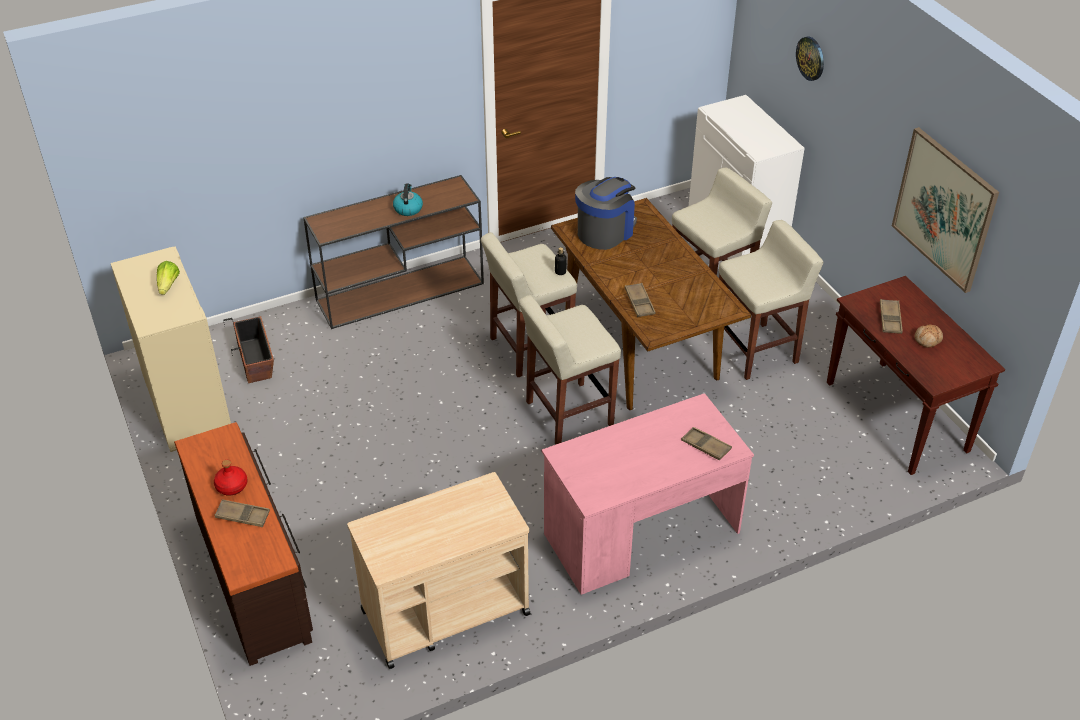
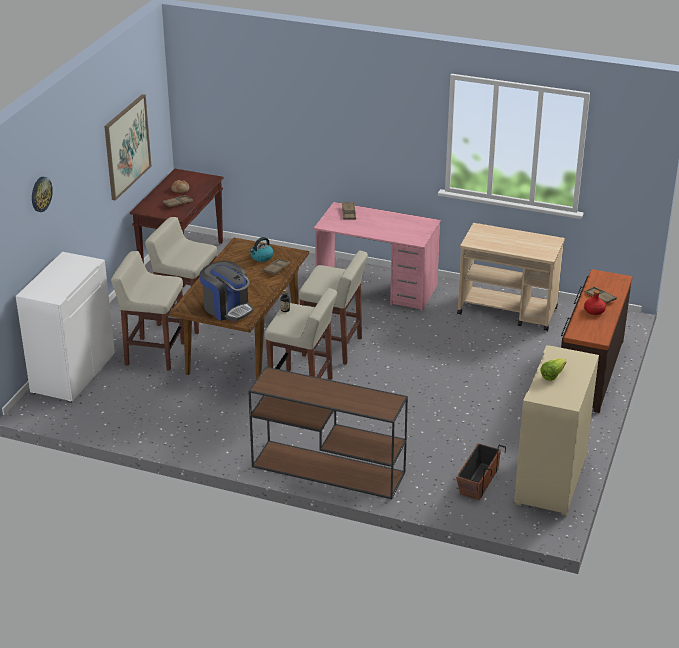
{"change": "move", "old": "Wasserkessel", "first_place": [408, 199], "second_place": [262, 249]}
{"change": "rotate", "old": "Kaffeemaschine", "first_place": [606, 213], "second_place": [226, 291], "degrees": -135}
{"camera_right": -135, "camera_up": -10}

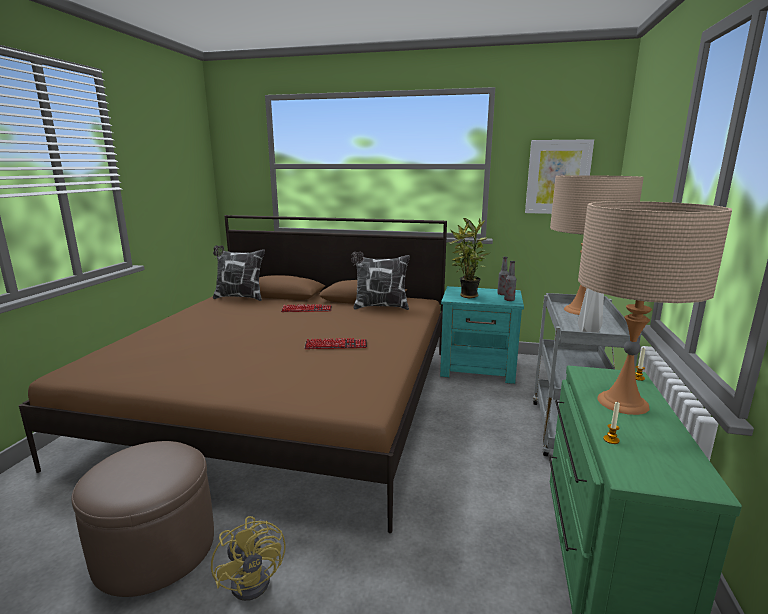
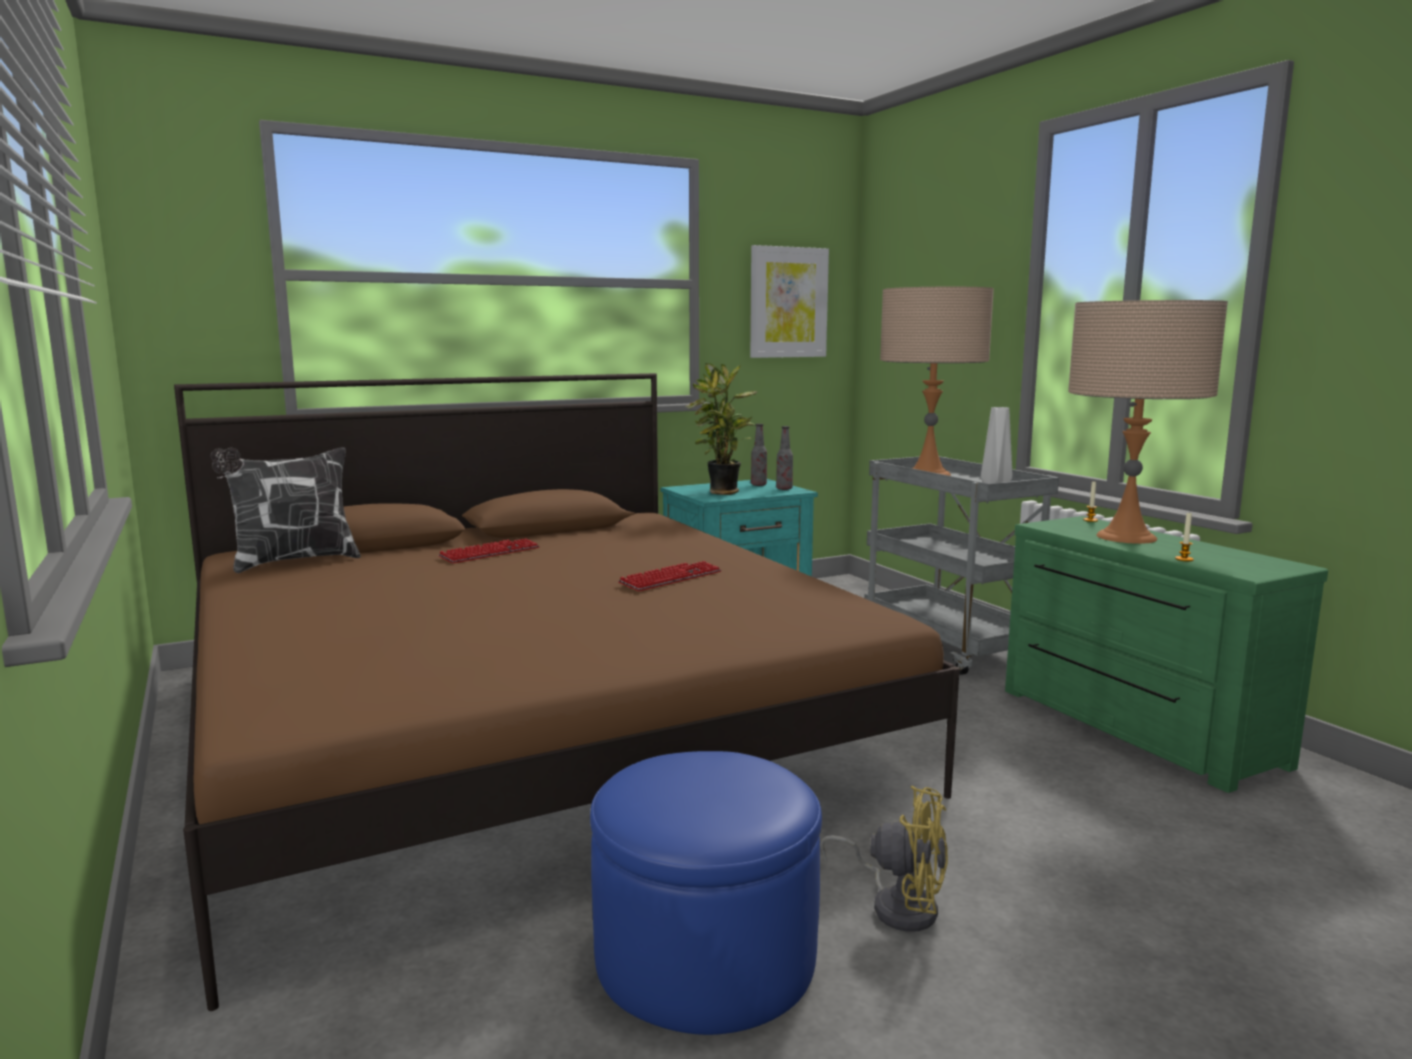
{"change": "delete", "old": "Kissen", "first_place": [380, 281]}
{"change": "recolor", "old": "Polsterhocker/braun", "new": "Polsterhocker/blau", "first_place": [142, 519], "second_place": [706, 893]}
{"camera_right": -40, "camera_up": -5}

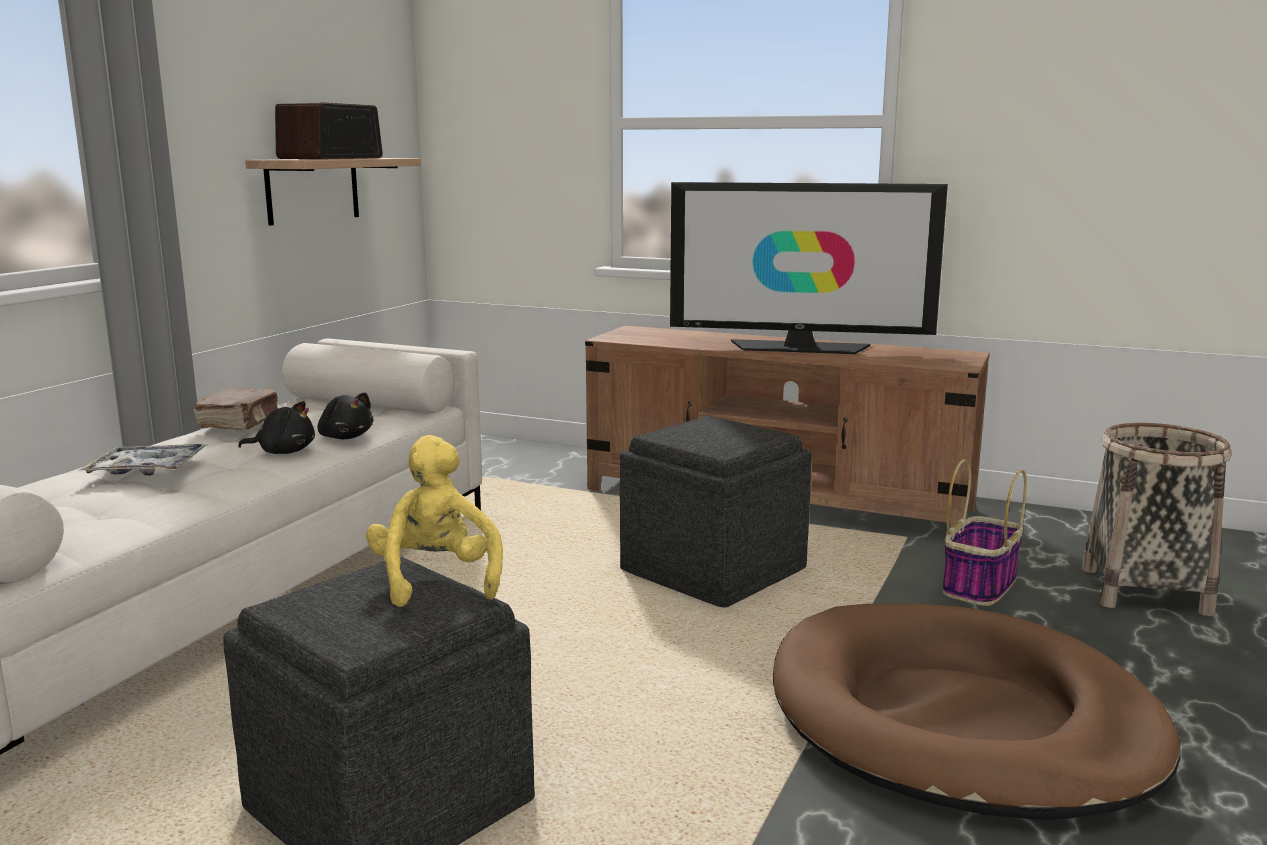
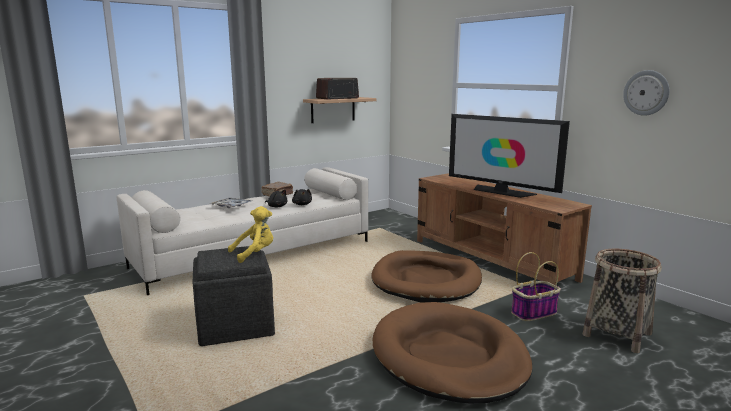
{"change": "insert", "new": "Wanduhr", "second_place": [646, 93]}
{"change": "replace", "old": "Polsterhocker/grau", "new": "Hundebett/braun", "first_place": [716, 511], "second_place": [426, 276]}
{"change": "rotate", "old": "Plüschtier/gelb", "first_place": [434, 521], "second_place": [250, 234], "degrees": 45}
{"camera_right": 30, "camera_up": 0}

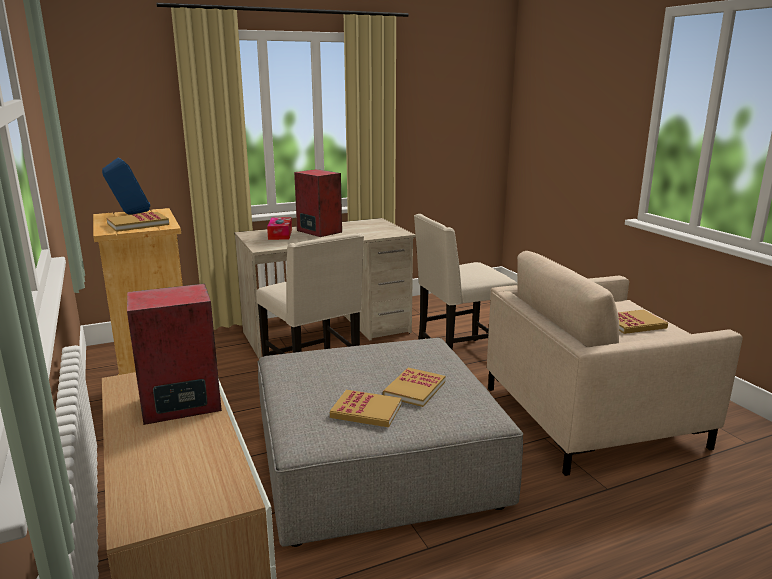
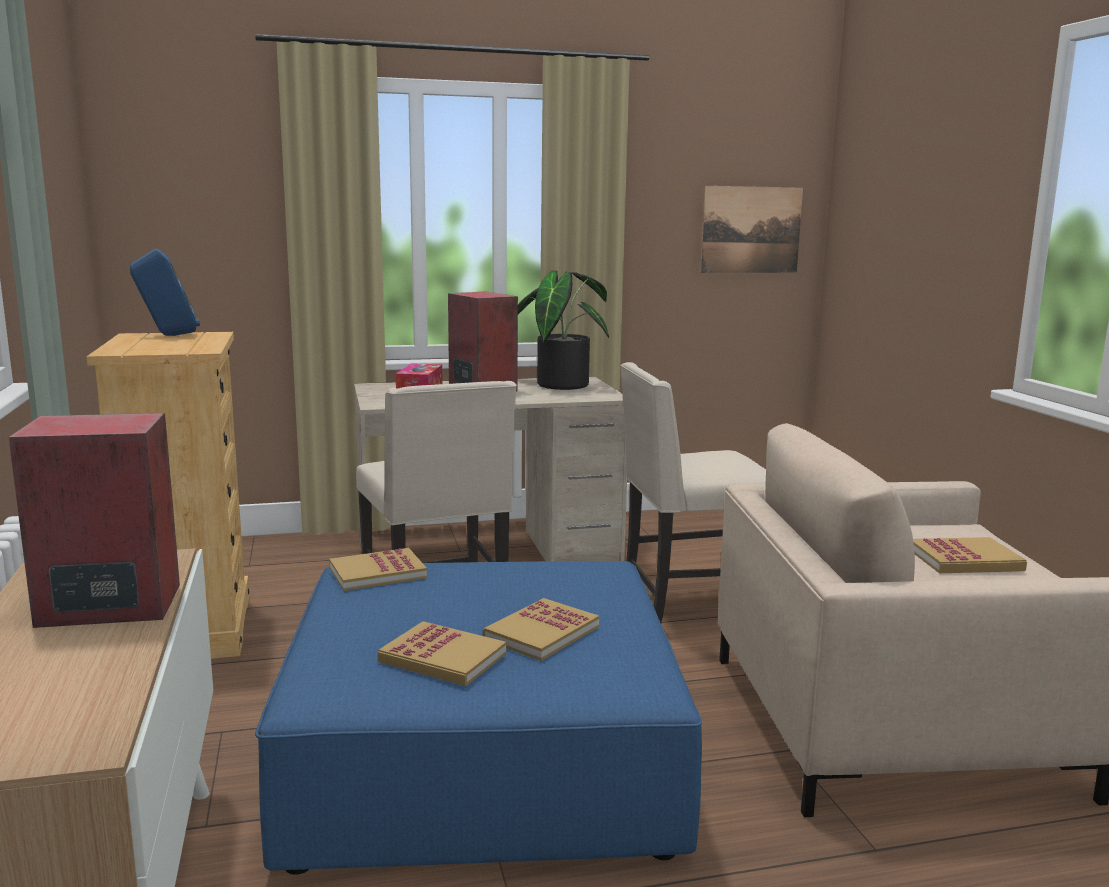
{"change": "insert", "new": "Topfpflanze", "second_place": [563, 330]}
{"change": "insert", "new": "Bild", "second_place": [751, 229]}
{"change": "move", "old": "Buch", "first_place": [138, 222], "second_place": [378, 569]}
{"change": "recolor", "old": "Polsterhocker/grau", "new": "Polsterhocker/blau", "first_place": [390, 442], "second_place": [478, 718]}
{"camera_right": 10, "camera_up": -5}

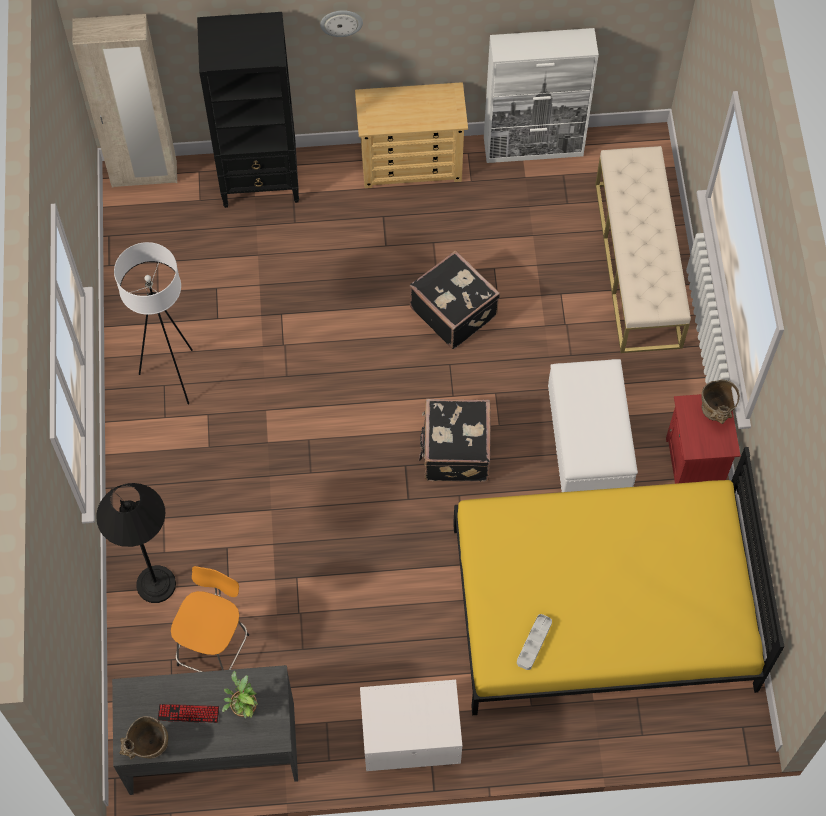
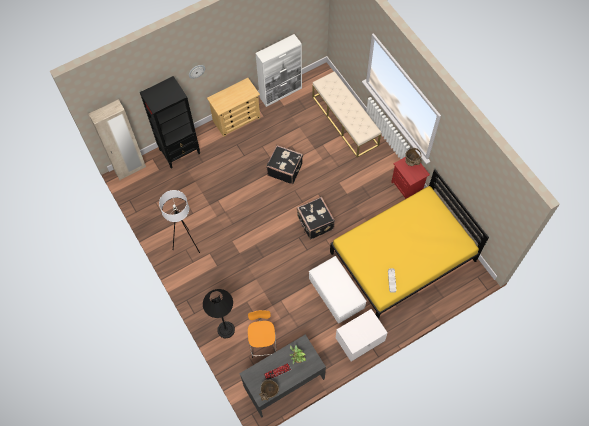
{"change": "move", "old": "Polsterhocker/weiß", "first_place": [593, 425], "second_place": [338, 289]}
{"camera_right": -25, "camera_up": 0}

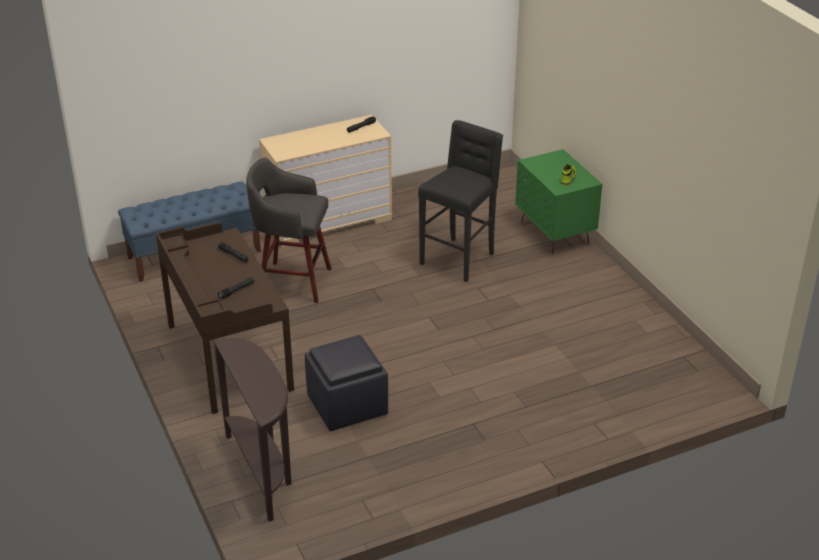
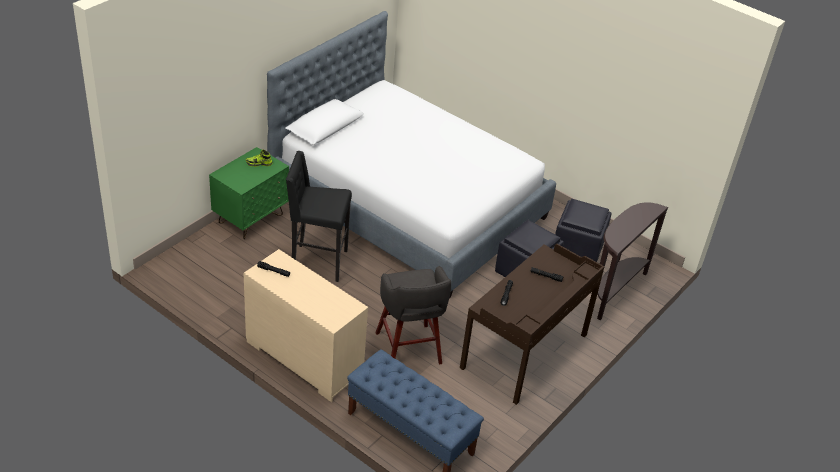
{"change": "insert", "new": "Bett", "second_place": [411, 154]}
{"change": "insert", "new": "Polsterhocker/schwarz", "second_place": [583, 230]}
{"camera_right": -120, "camera_up": 5}

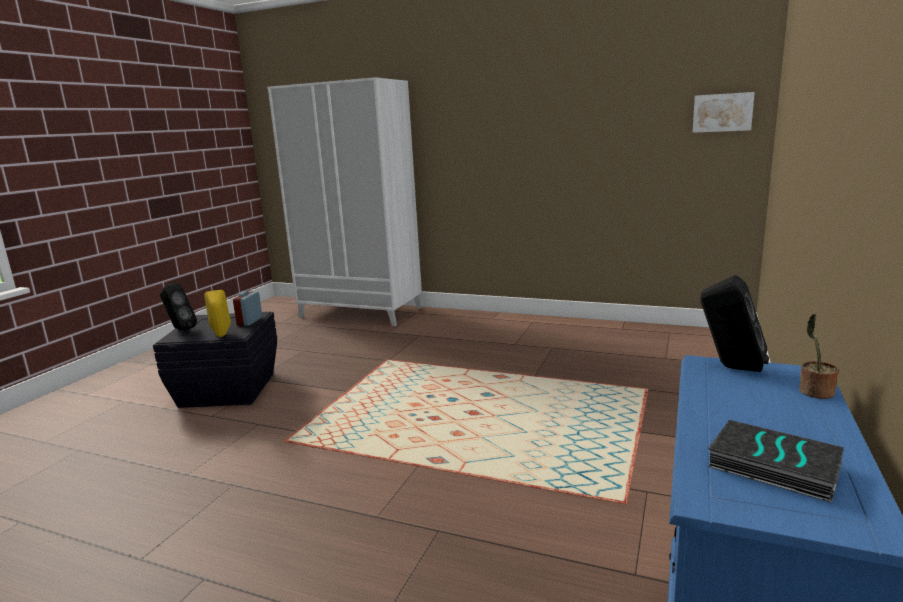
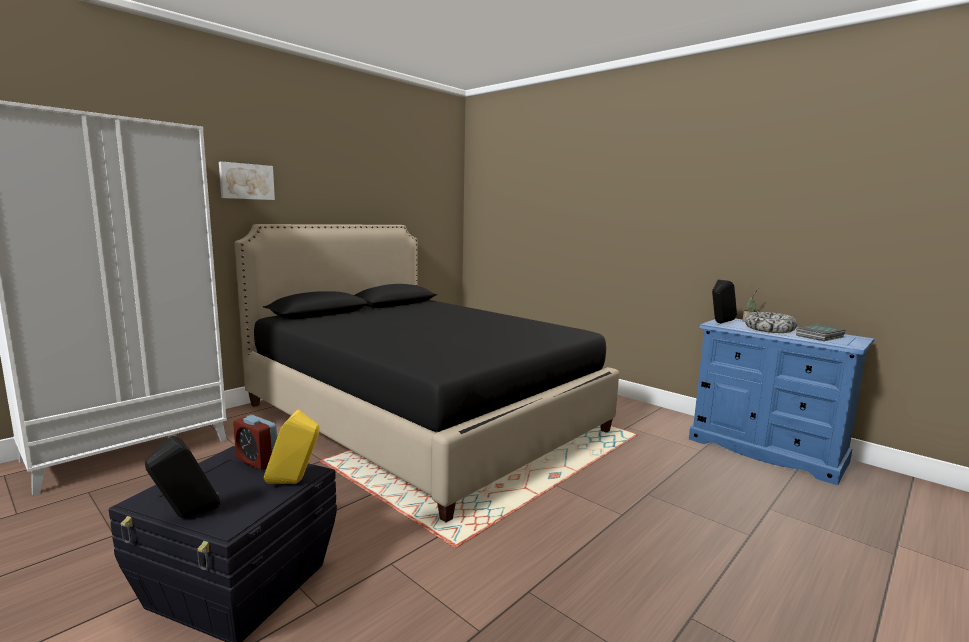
{"change": "insert", "new": "Bett/schwarz", "second_place": [427, 373]}
{"change": "insert", "new": "Schüssel", "second_place": [771, 322]}
{"change": "move", "old": "Bild", "first_place": [723, 112], "second_place": [247, 180]}
{"camera_right": -70, "camera_up": -5}

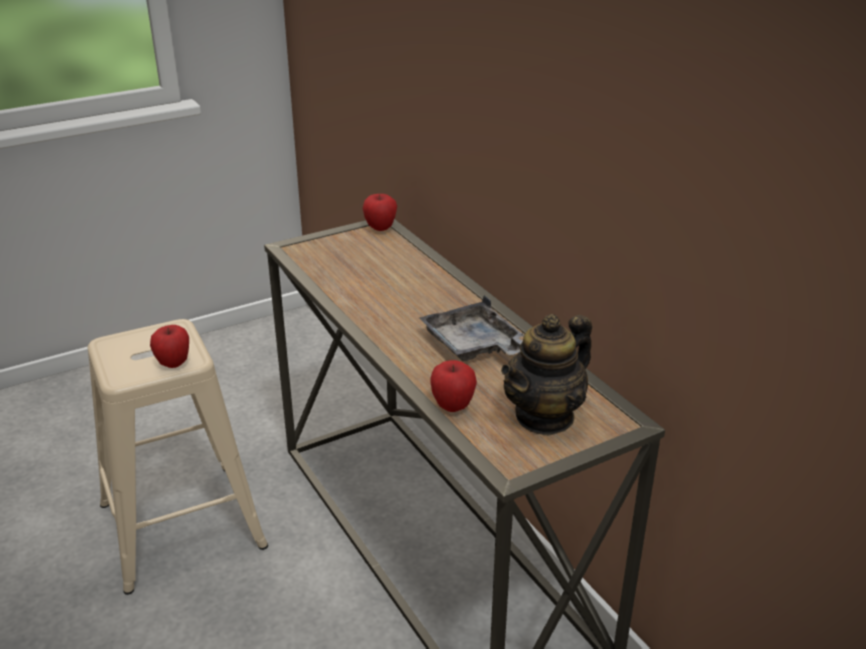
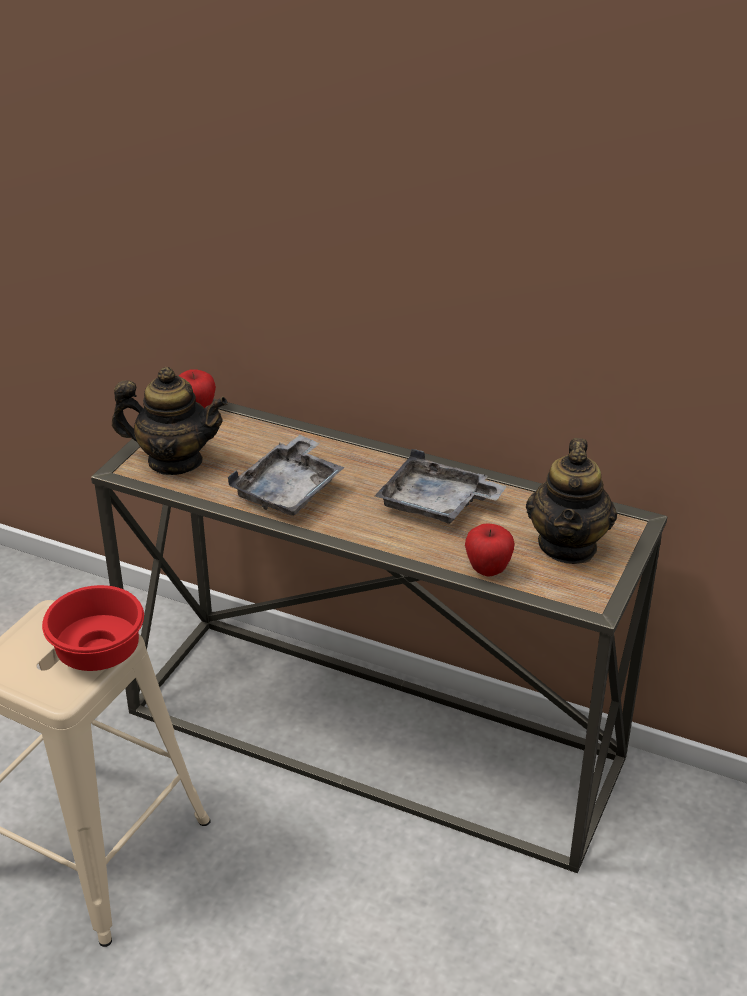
{"change": "insert", "new": "Teekanne", "second_place": [170, 421]}
{"change": "insert", "new": "Tablett/grau", "second_place": [286, 475]}
{"change": "replace", "old": "Apfel", "new": "Schüssel/rot", "first_place": [169, 346], "second_place": [93, 628]}
{"camera_right": -35, "camera_up": 5}

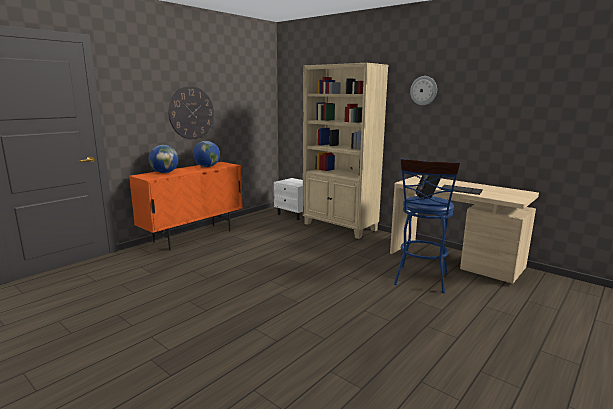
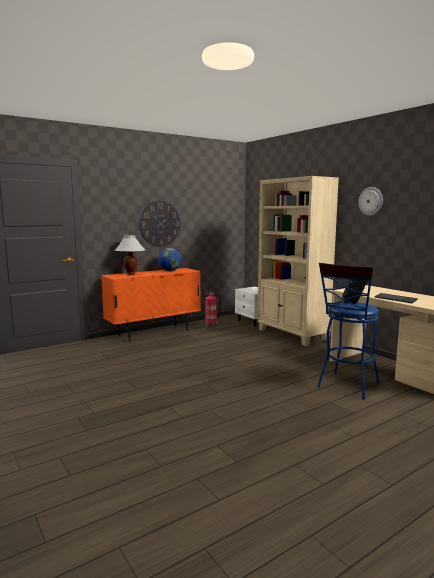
{"change": "insert", "new": "Feuerlöscher", "second_place": [212, 309]}
{"change": "replace", "old": "Globus", "new": "Tischlampe/weiß", "first_place": [164, 159], "second_place": [130, 254]}
{"camera_right": 15, "camera_up": -5}

